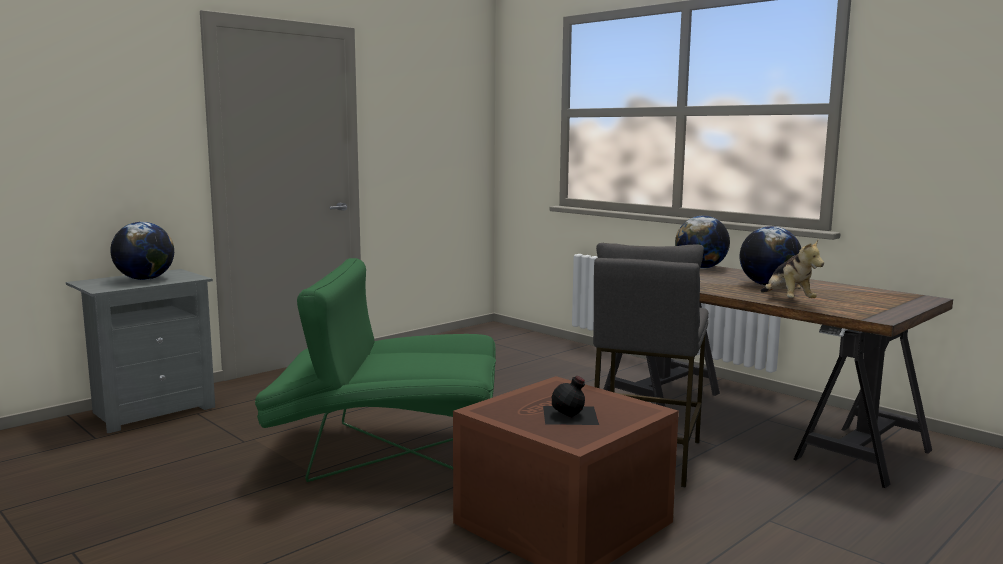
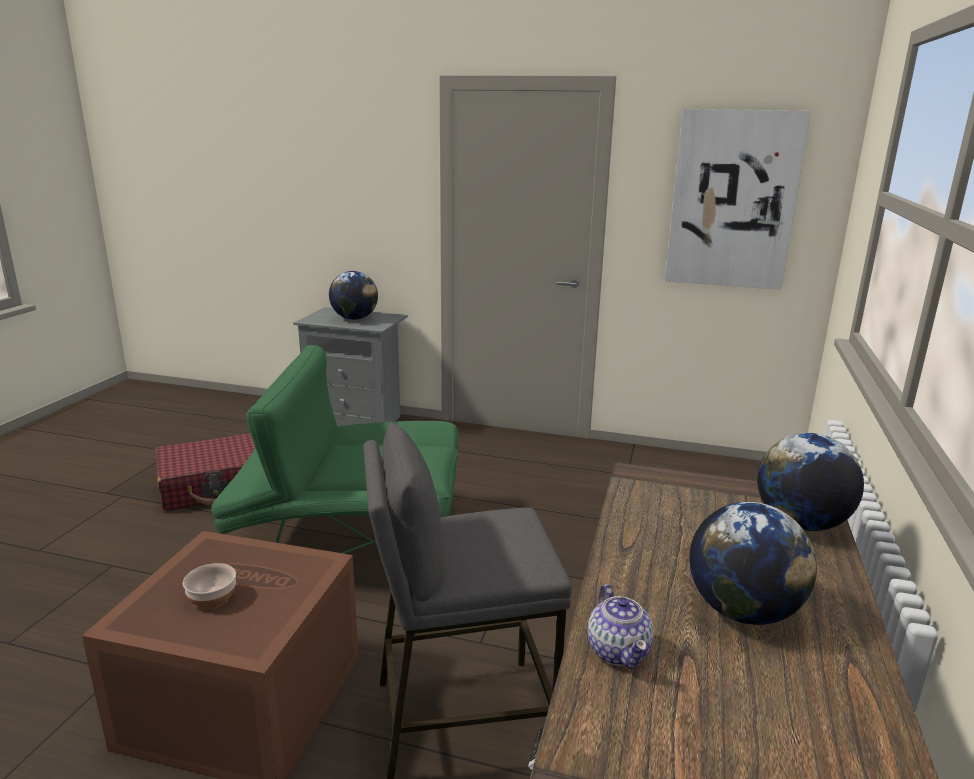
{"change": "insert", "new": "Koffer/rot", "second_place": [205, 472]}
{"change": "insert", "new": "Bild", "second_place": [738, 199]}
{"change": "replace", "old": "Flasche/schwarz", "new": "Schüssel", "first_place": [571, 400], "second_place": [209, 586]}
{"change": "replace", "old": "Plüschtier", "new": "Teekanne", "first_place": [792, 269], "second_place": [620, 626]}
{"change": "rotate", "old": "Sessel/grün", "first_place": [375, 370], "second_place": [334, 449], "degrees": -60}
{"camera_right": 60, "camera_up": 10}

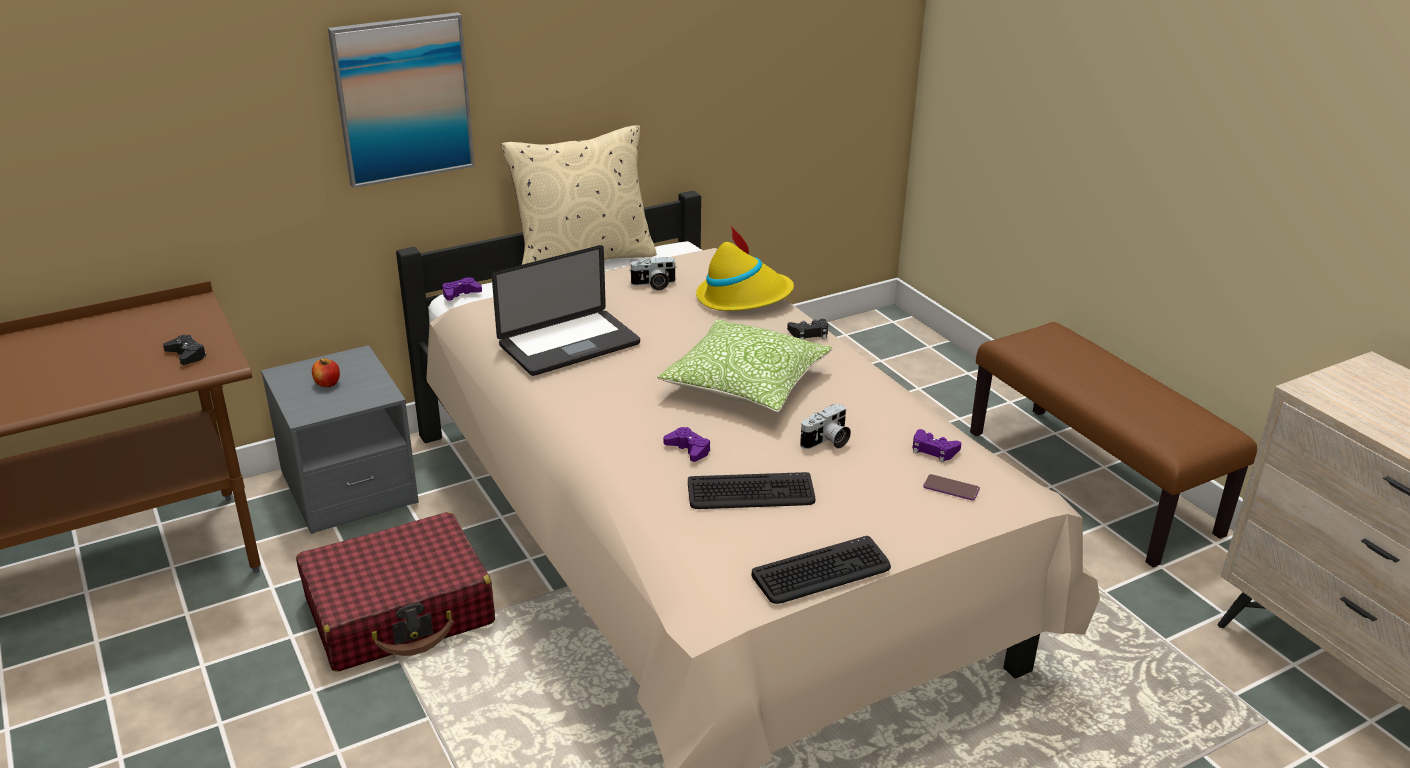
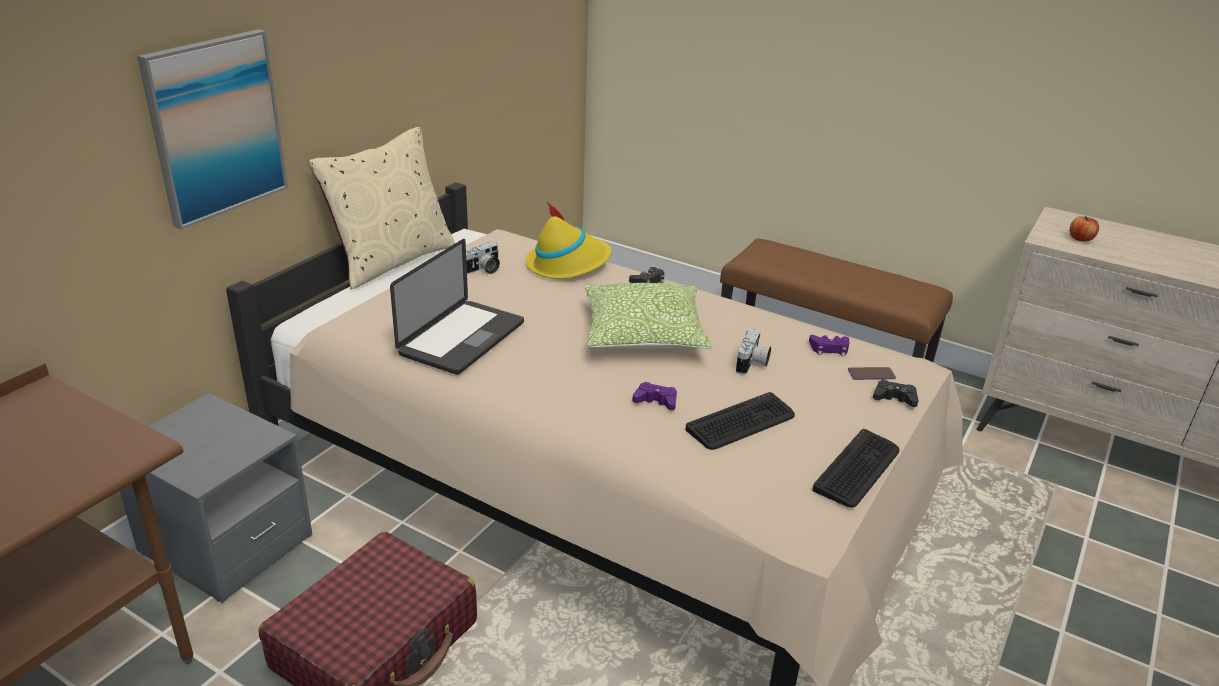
{"change": "delete", "old": "Gamepad/lila", "first_place": [462, 289]}
{"change": "move", "old": "Gamepad/schwarz", "first_place": [185, 350], "second_place": [896, 393]}
{"change": "move", "old": "Apfel", "first_place": [326, 373], "second_place": [1084, 229]}
{"camera_right": -30, "camera_up": 0}

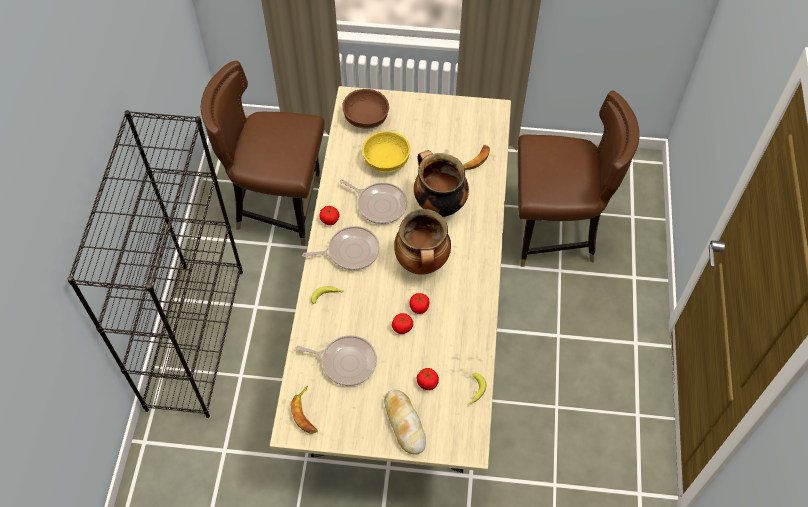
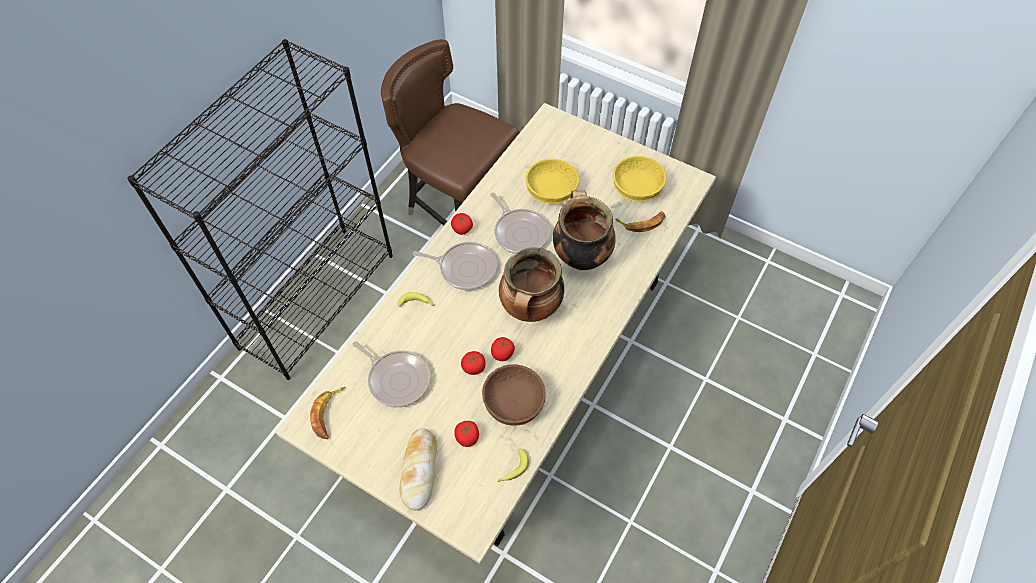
{"change": "delete", "old": "Stuhl/braun", "first_place": [578, 179]}
{"change": "insert", "new": "Schüssel/gelb", "second_place": [639, 179]}
{"change": "move", "old": "Schüssel/braun", "first_place": [365, 109], "second_place": [514, 395]}
{"camera_right": 25, "camera_up": 0}

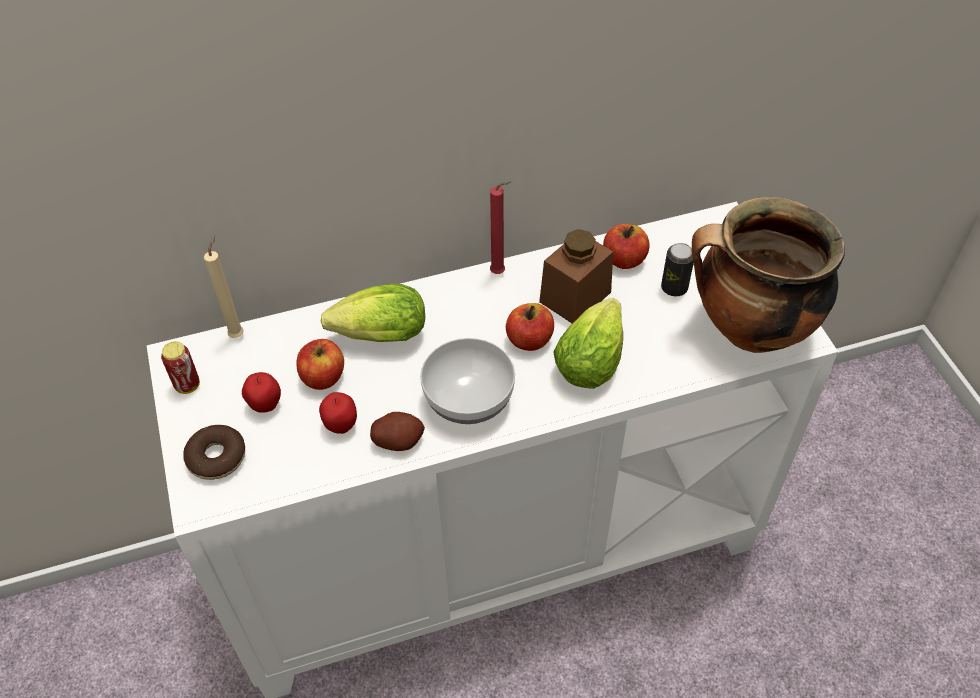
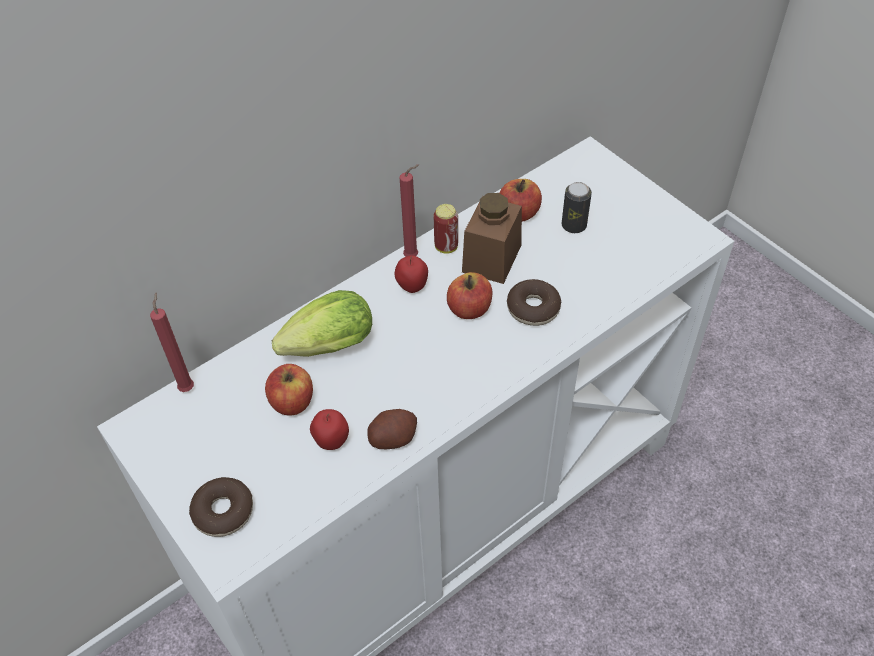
{"change": "delete", "old": "Schüssel", "first_place": [467, 381]}
{"change": "delete", "old": "Kochtopf", "first_place": [768, 275]}
{"change": "move", "old": "Dose", "first_place": [180, 367], "second_place": [445, 229]}
{"change": "move", "old": "Apfel", "first_place": [261, 392], "second_place": [411, 274]}
{"change": "replace", "old": "Salatkopf", "new": "Donut", "first_place": [588, 343], "second_place": [534, 302]}
{"change": "recolor", "old": "Kerze/beige", "new": "Kerze/rot", "first_place": [224, 287], "second_place": [172, 342]}
{"camera_right": -20, "camera_up": 0}

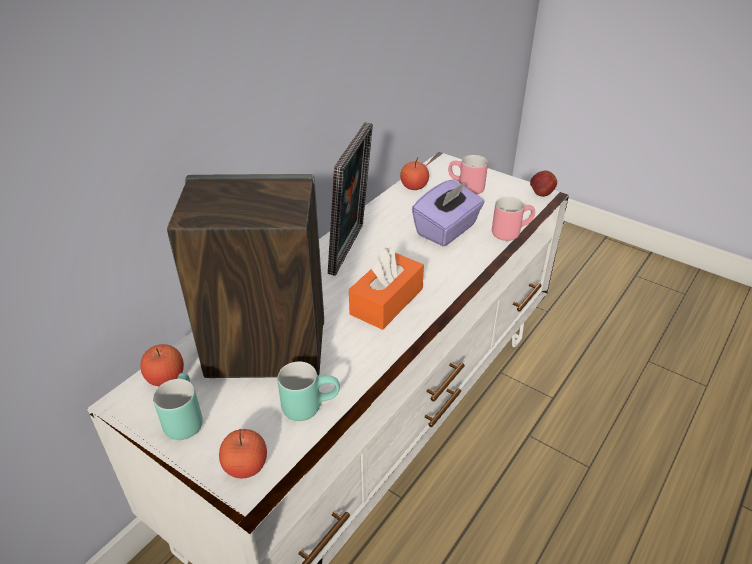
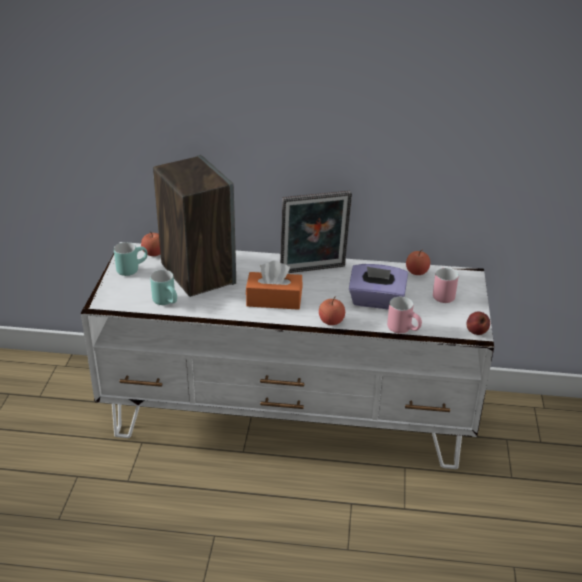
{"change": "move", "old": "Apfel", "first_place": [243, 454], "second_place": [332, 311]}
{"camera_right": 60, "camera_up": -5}

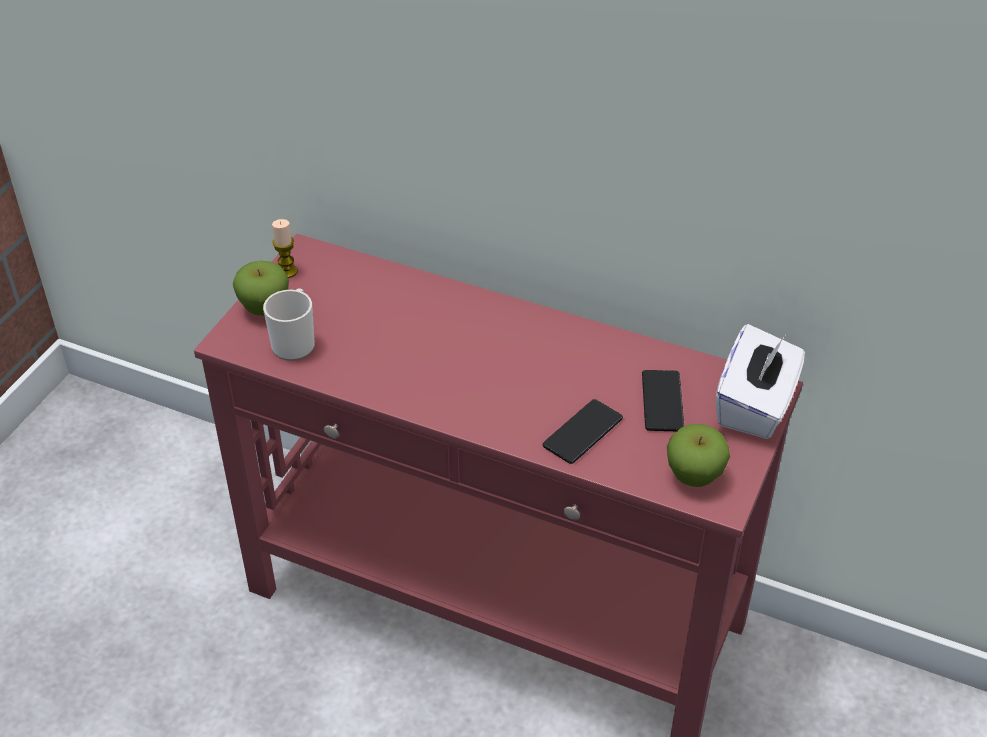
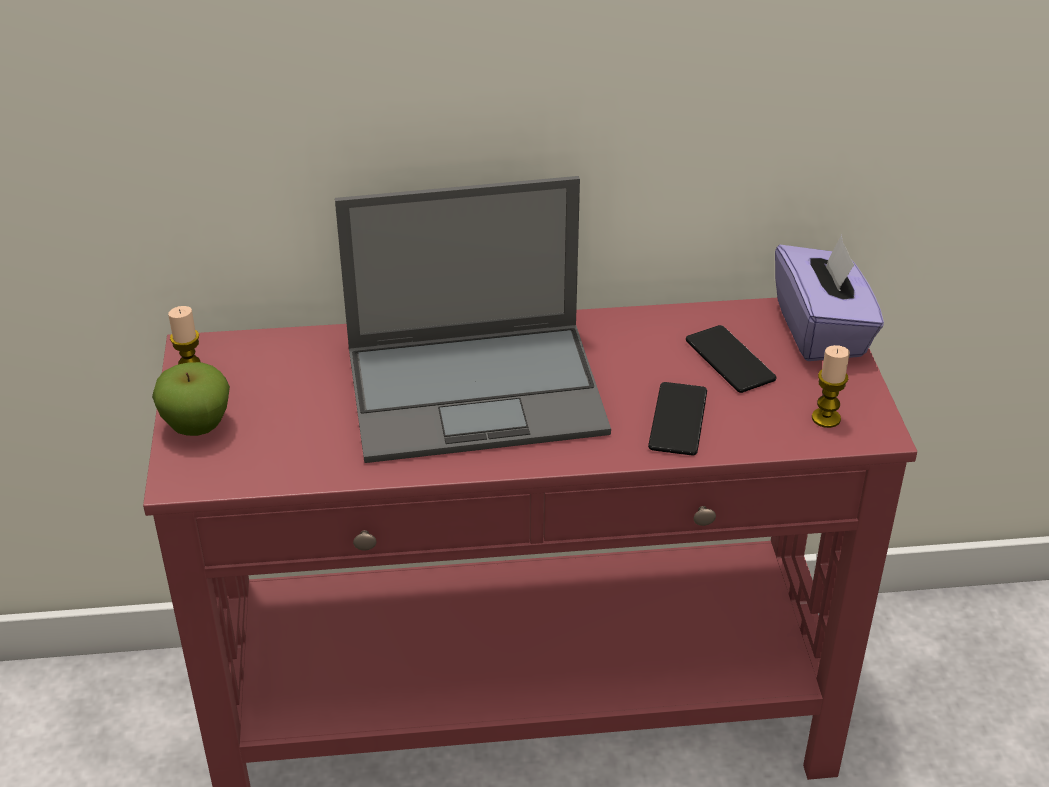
{"change": "delete", "old": "Henkelbecher", "first_place": [289, 325]}
{"change": "insert", "new": "Laptop", "second_place": [473, 319]}
{"change": "replace", "old": "Apfel", "new": "Kerze", "first_place": [698, 455], "second_place": [831, 386]}
{"change": "recolor", "old": "Taschentuchbox/weiß", "new": "Taschentuchbox/lila", "first_place": [760, 381], "second_place": [829, 298]}
{"camera_right": -30, "camera_up": -5}

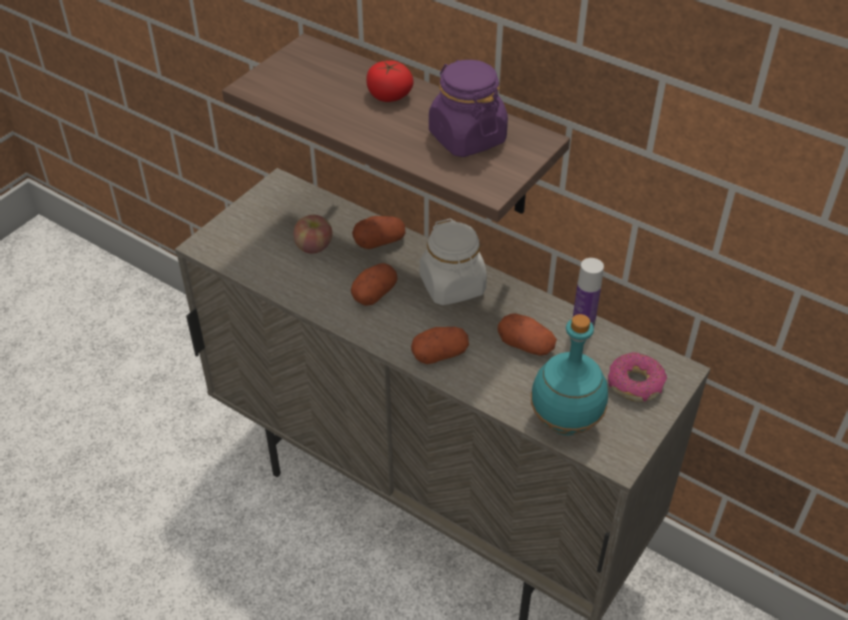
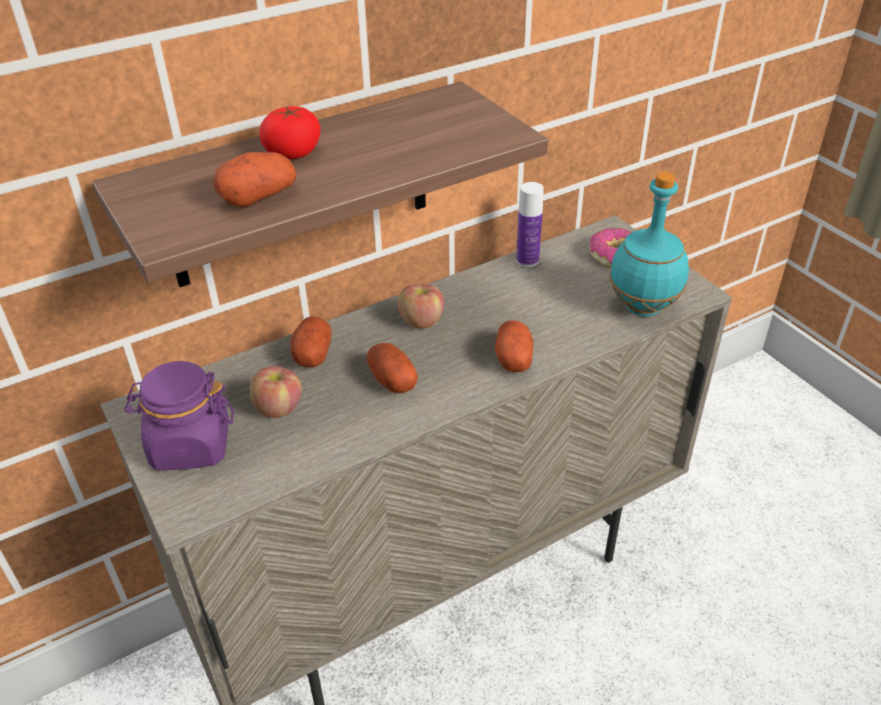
{"change": "move", "old": "Vorratsglas/lila", "first_place": [468, 108], "second_place": [179, 415]}
{"change": "move", "old": "Kartoffel", "first_place": [527, 335], "second_place": [255, 179]}
{"change": "replace", "old": "Vorratsglas/weiß", "new": "Apfel", "first_place": [453, 261], "second_place": [420, 306]}
{"camera_right": -65, "camera_up": -5}

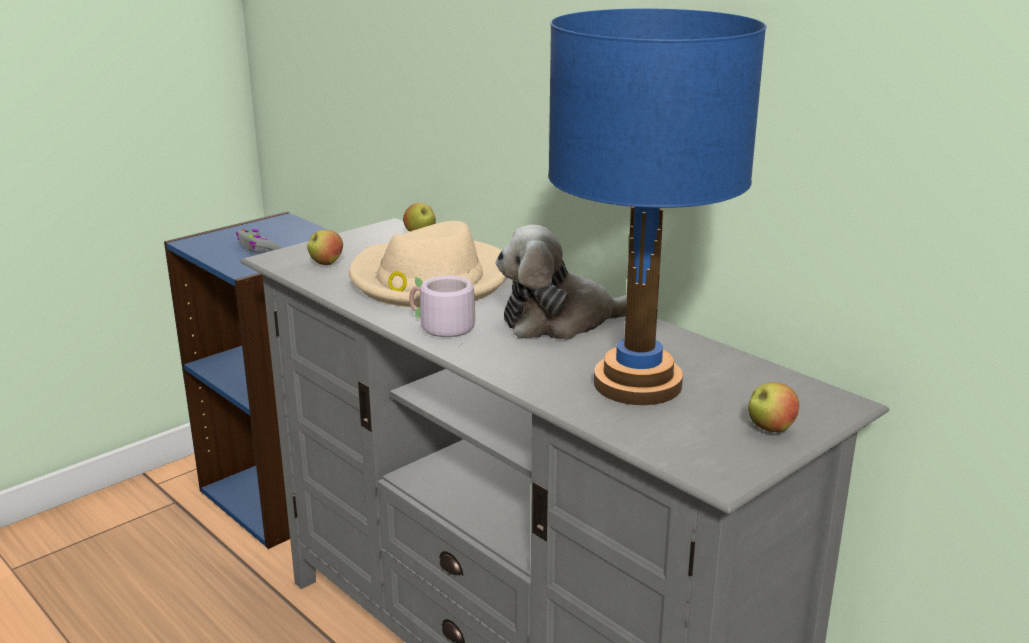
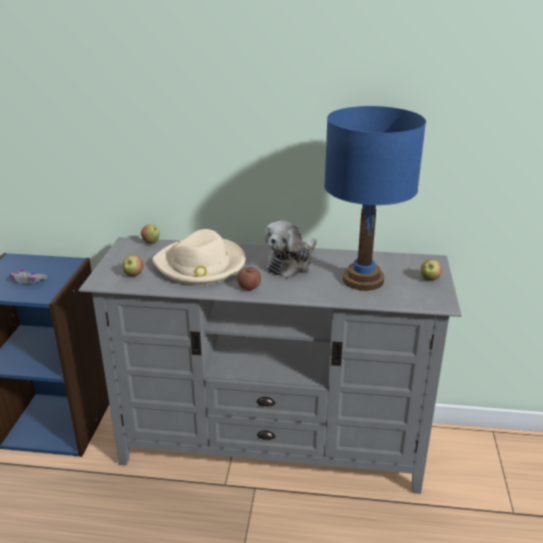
{"change": "replace", "old": "Henkelbecher/grau", "new": "Apfel", "first_place": [442, 311], "second_place": [249, 278]}
{"camera_right": -40, "camera_up": 5}

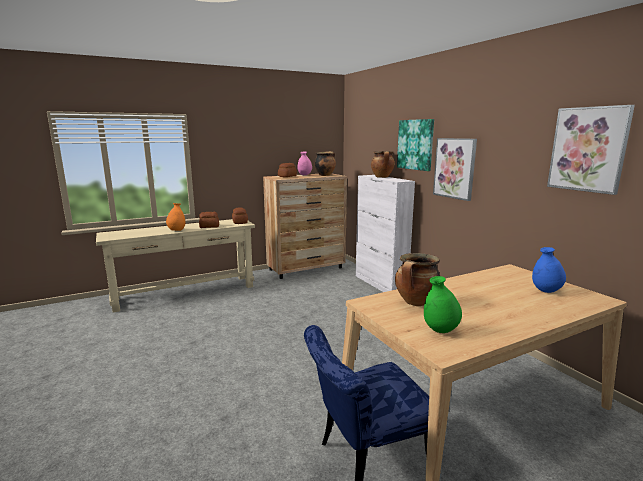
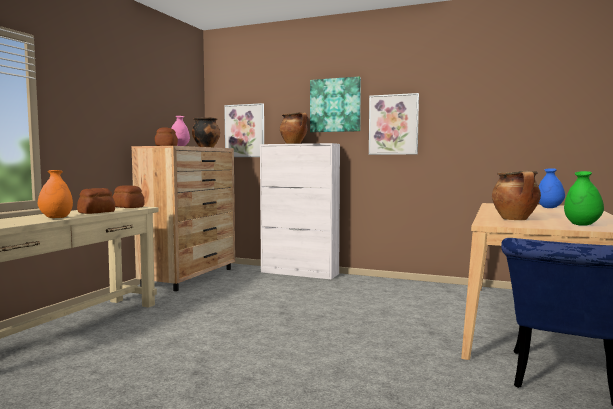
{"change": "move", "old": "Bild", "first_place": [591, 150], "second_place": [244, 130]}
{"camera_right": -40, "camera_up": -10}

